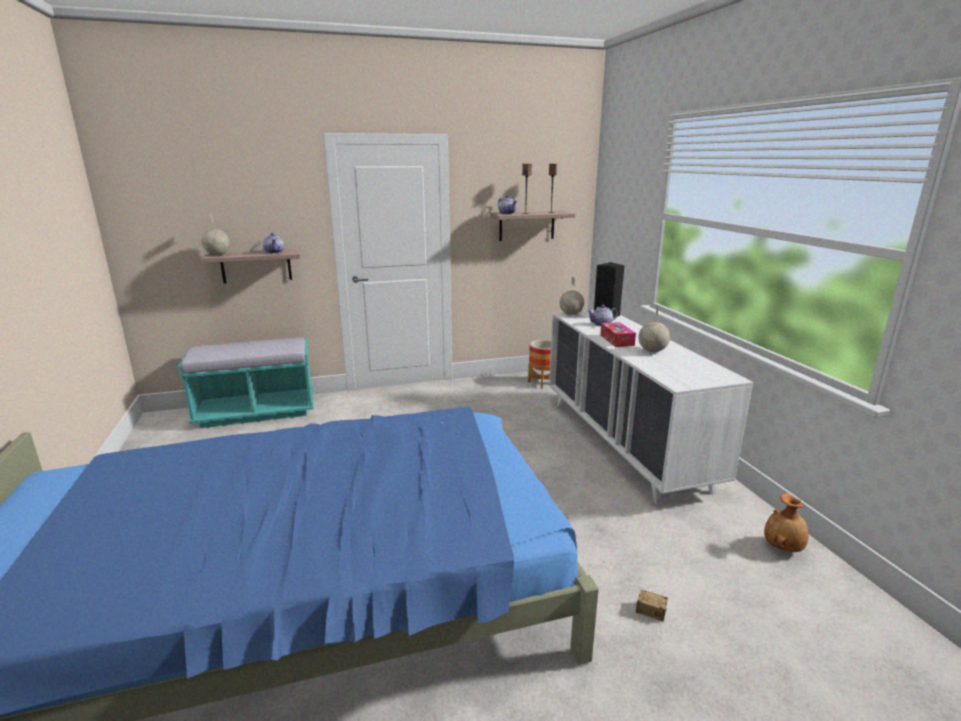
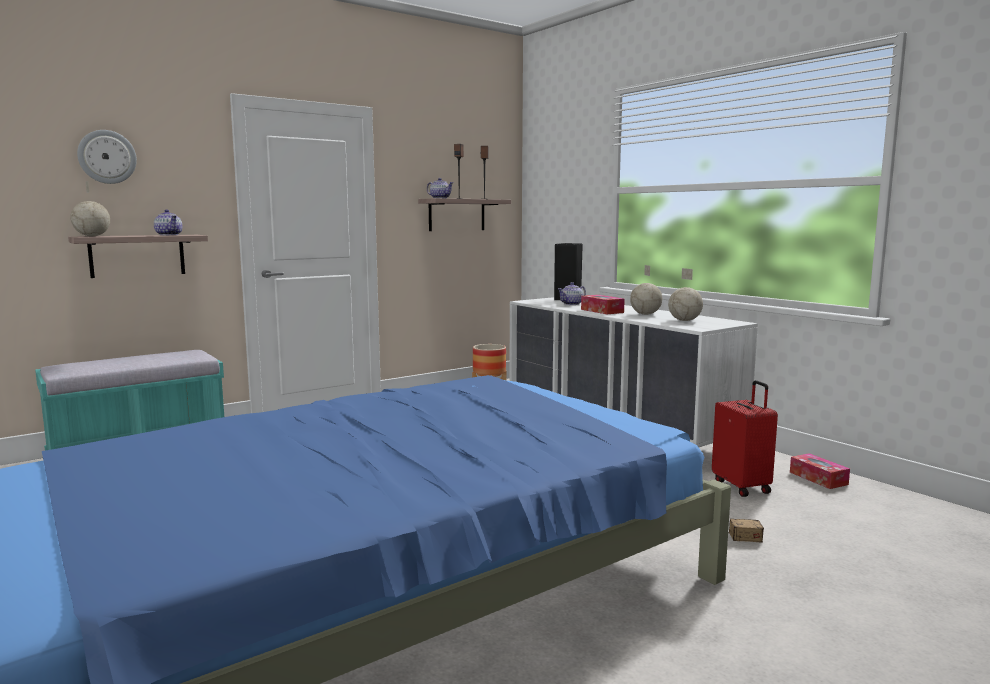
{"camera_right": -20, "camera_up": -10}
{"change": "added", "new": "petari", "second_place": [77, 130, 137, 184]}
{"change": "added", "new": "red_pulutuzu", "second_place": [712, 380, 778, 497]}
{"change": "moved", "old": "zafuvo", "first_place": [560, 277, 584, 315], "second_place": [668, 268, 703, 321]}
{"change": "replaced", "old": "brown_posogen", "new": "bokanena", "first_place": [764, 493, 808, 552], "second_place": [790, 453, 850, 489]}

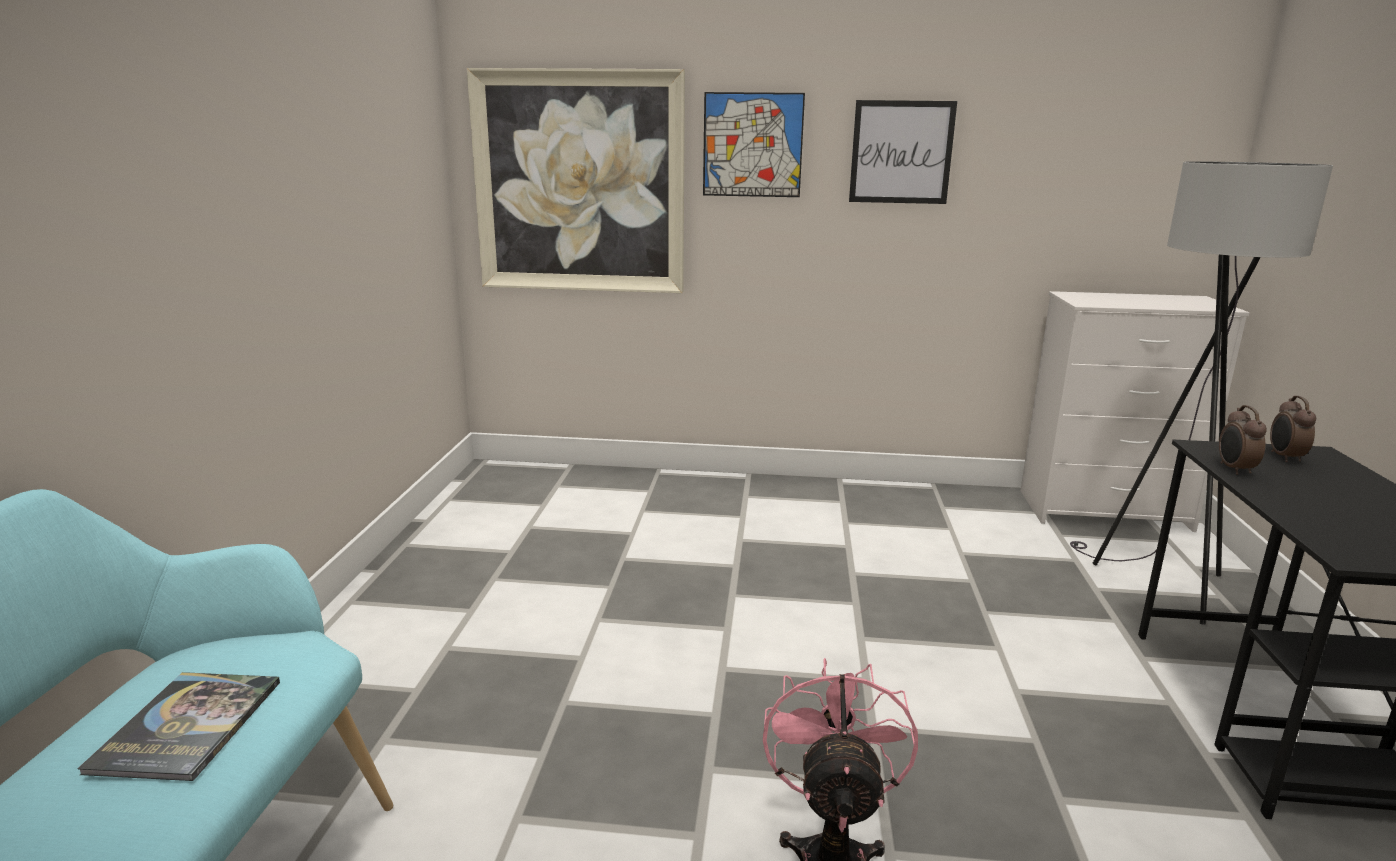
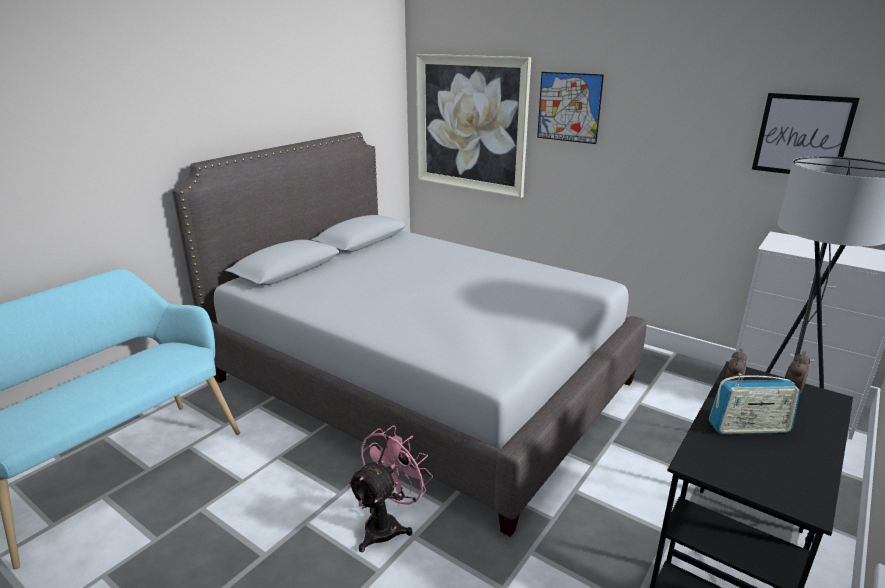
{"camera_right": 30, "camera_up": 5}
{"change": "removed", "old": "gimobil", "first_place": [77, 672, 280, 781]}
{"change": "added", "new": "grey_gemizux", "second_place": [172, 132, 647, 537]}
{"change": "added", "new": "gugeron", "second_place": [709, 373, 800, 434]}
{"change": "moved", "old": "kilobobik", "first_place": [849, 100, 957, 204], "second_place": [752, 93, 860, 174]}

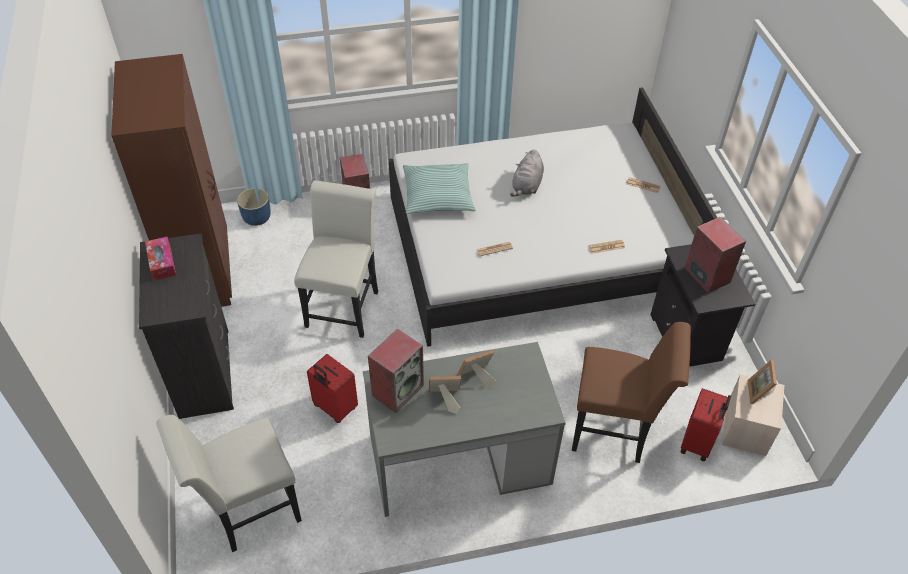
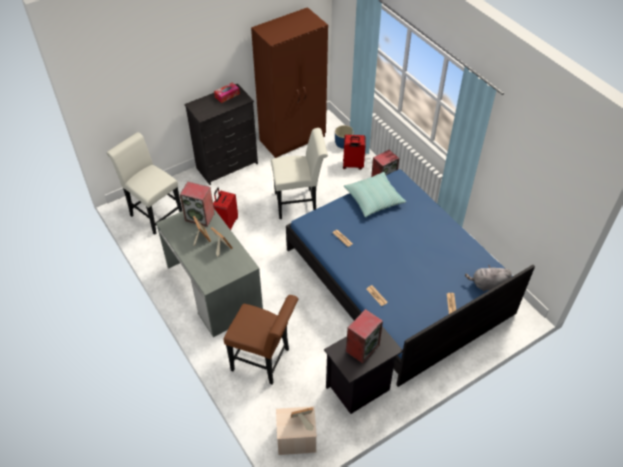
{"camera_right": 70, "camera_up": 0}
{"change": "moved", "old": "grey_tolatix", "first_place": [510, 150, 544, 197], "second_place": [465, 265, 512, 291]}
{"change": "moved", "old": "red_pulutuzu", "first_place": [680, 388, 731, 461], "second_place": [343, 135, 366, 170]}
{"change": "recoloured", "old": "white_gemizux", "new": "blue_gemizux", "first_place": [389, 87, 717, 347], "second_place": [286, 169, 535, 387]}
{"change": "turned", "old": "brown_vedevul", "first_place": [572, 322, 691, 463], "second_place": [224, 295, 298, 385], "degrees": -60}

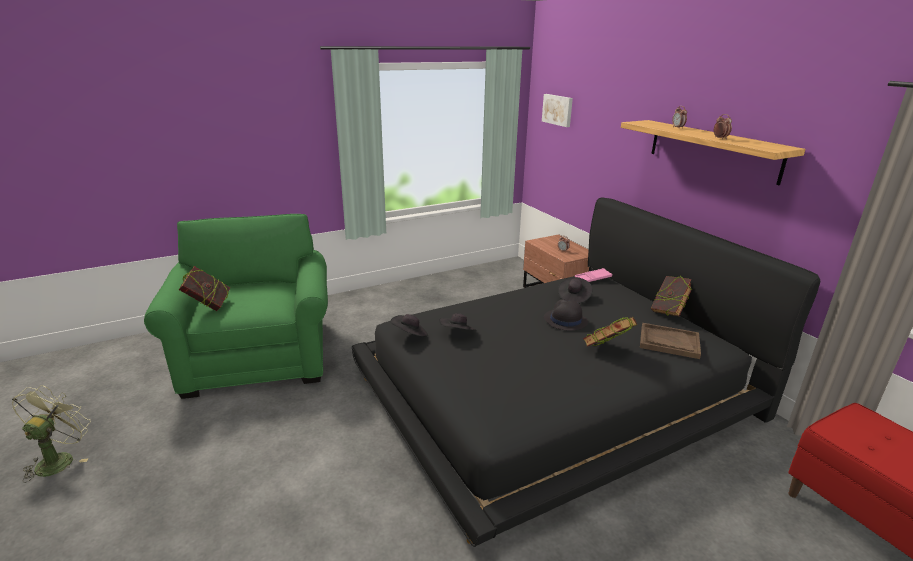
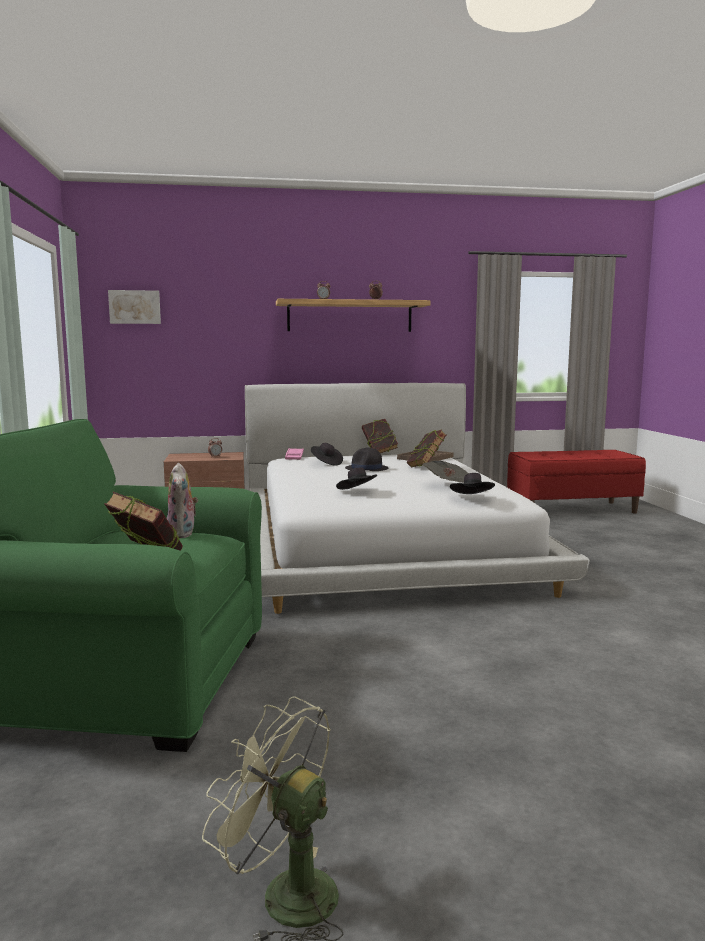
{"camera_right": -70, "camera_up": -15}
{"change": "added", "new": "tolatix", "second_place": [167, 463, 198, 538]}
{"change": "added", "new": "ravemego", "second_place": [423, 460, 469, 483]}
{"change": "moved", "old": "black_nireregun", "first_place": [390, 314, 428, 337], "second_place": [450, 473, 495, 494]}
{"change": "recoloured", "old": "black_gemizux", "new": "white_gemizux", "first_place": [352, 197, 820, 547], "second_place": [245, 383, 590, 614]}

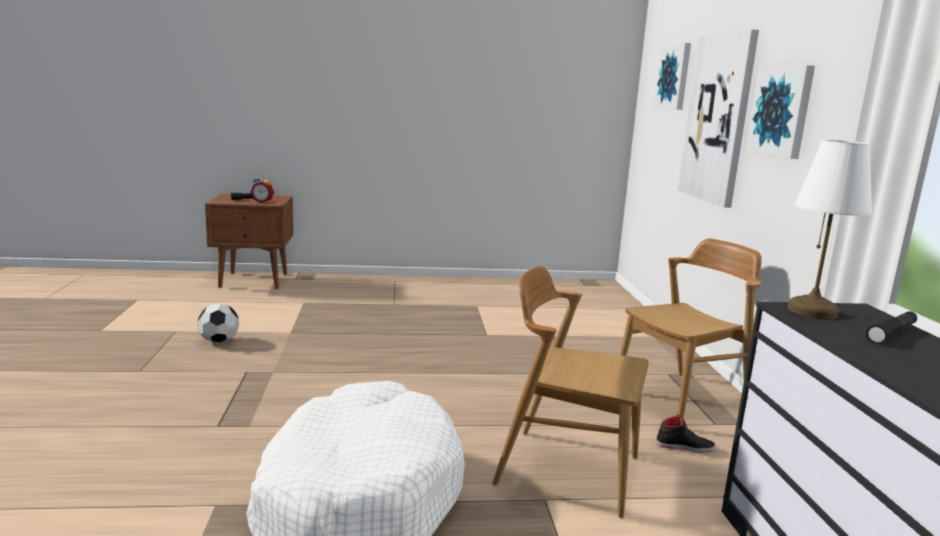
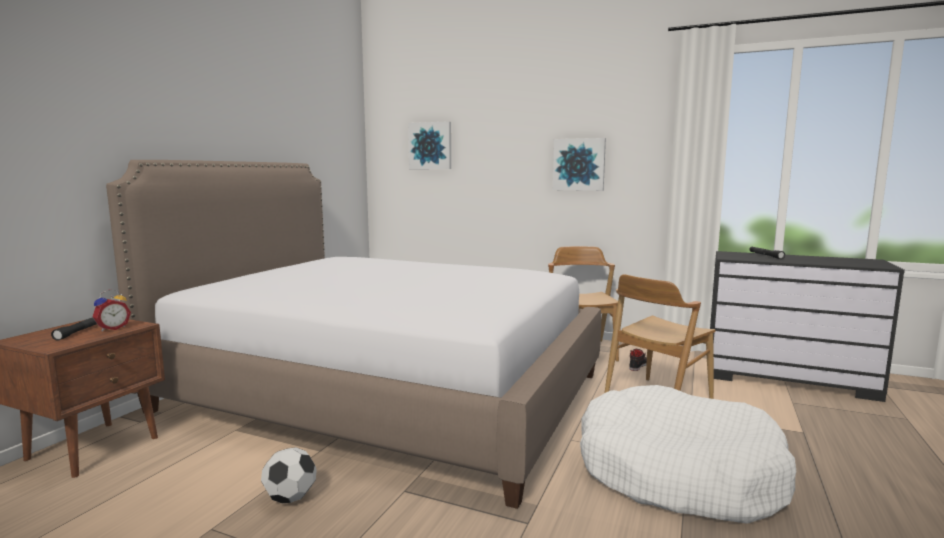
{"camera_right": -60, "camera_up": -5}
{"change": "removed", "old": "kilobobik", "first_place": [678, 29, 759, 208]}
{"change": "removed", "old": "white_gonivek", "first_place": [788, 140, 872, 319]}
{"change": "added", "new": "gemizux", "second_place": [106, 160, 601, 509]}

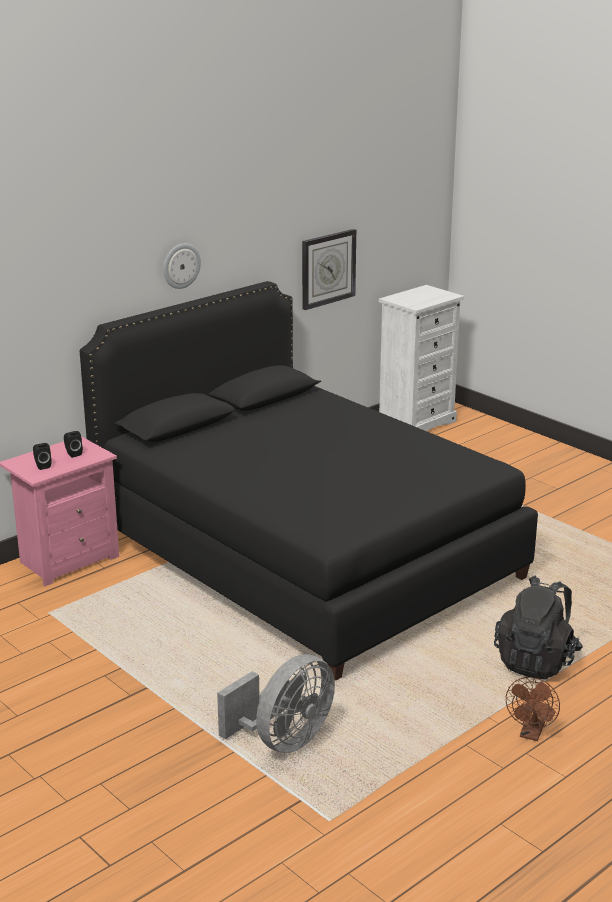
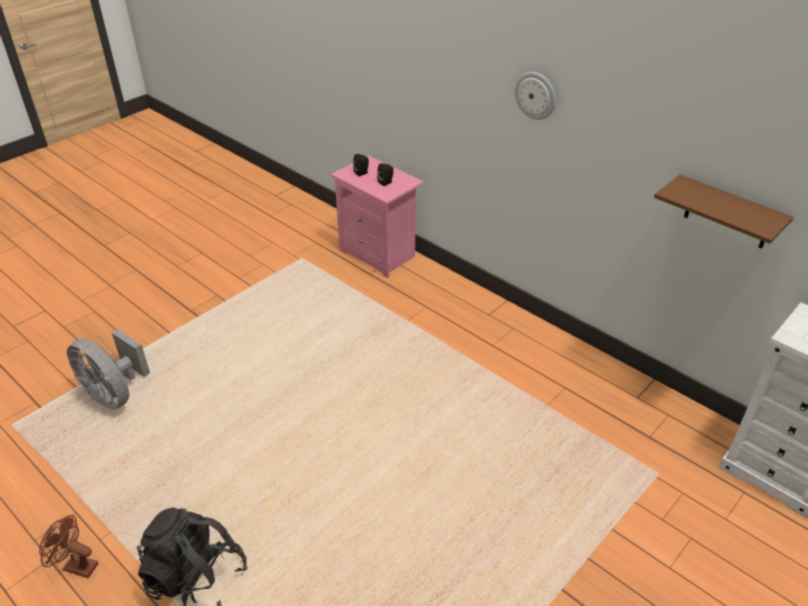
{"camera_right": 85, "camera_up": 15}
{"change": "removed", "old": "black_gemizux", "first_place": [80, 281, 538, 681]}
{"change": "replaced", "old": "petari", "new": "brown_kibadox", "first_place": [302, 229, 356, 310], "second_place": [654, 175, 794, 248]}

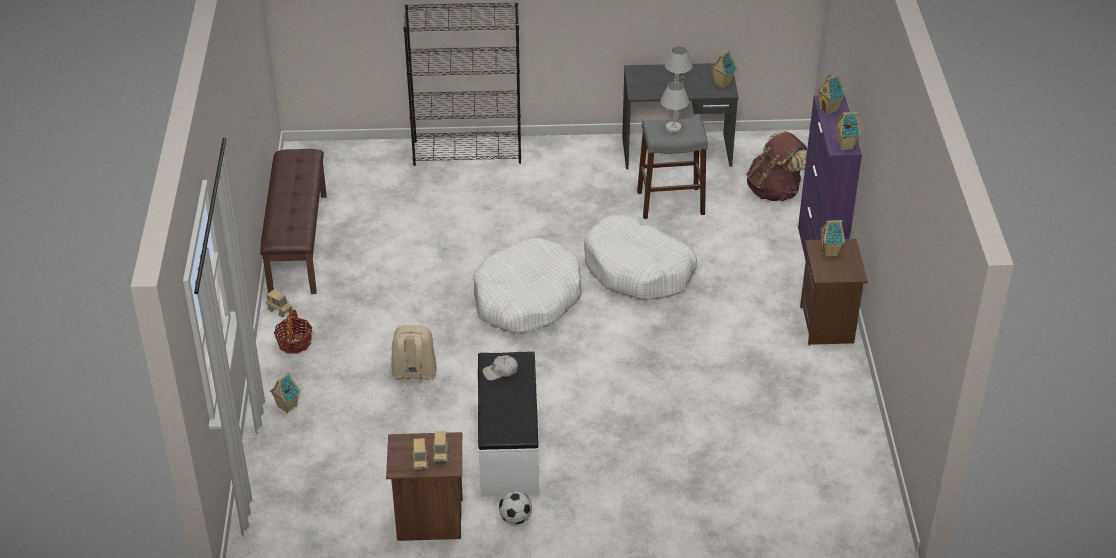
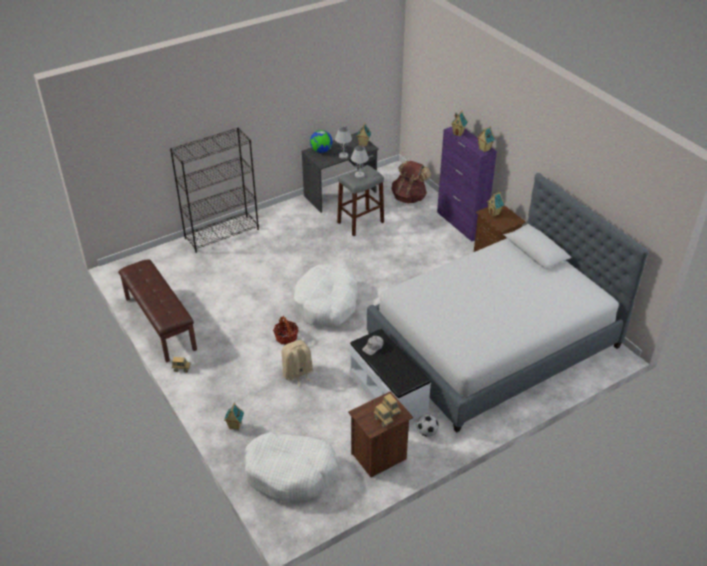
{"camera_right": -30, "camera_up": 0}
{"change": "added", "new": "zafuvo", "second_place": [310, 130, 333, 153]}
{"change": "added", "new": "gemizux", "second_place": [367, 173, 649, 433]}
{"change": "moved", "old": "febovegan", "first_place": [274, 310, 312, 354], "second_place": [273, 316, 298, 345]}
{"change": "moved", "old": "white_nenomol", "first_place": [584, 215, 697, 300], "second_place": [244, 432, 338, 501]}

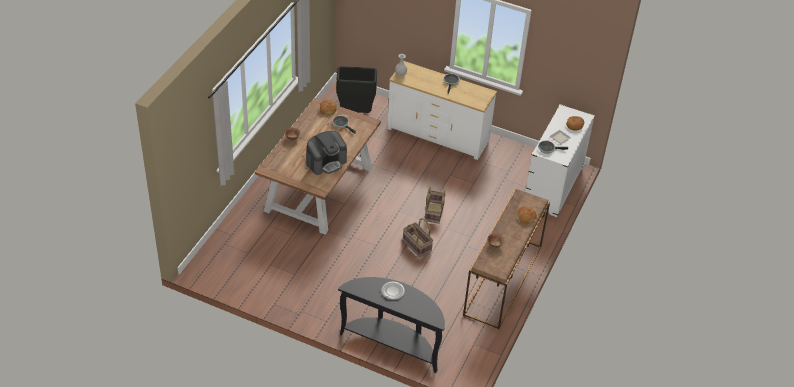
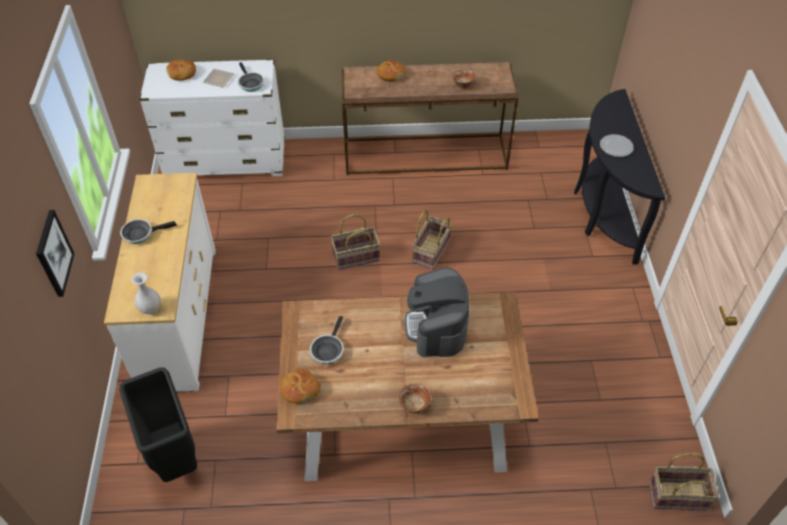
{"camera_right": -115, "camera_up": 5}
{"change": "added", "new": "kilobobik", "second_place": [36, 210, 74, 297]}
{"change": "added", "new": "febovegan", "second_place": [649, 453, 719, 511]}
{"change": "turned", "old": "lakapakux", "first_place": [306, 131, 347, 175], "second_place": [405, 267, 469, 357], "degrees": -120}

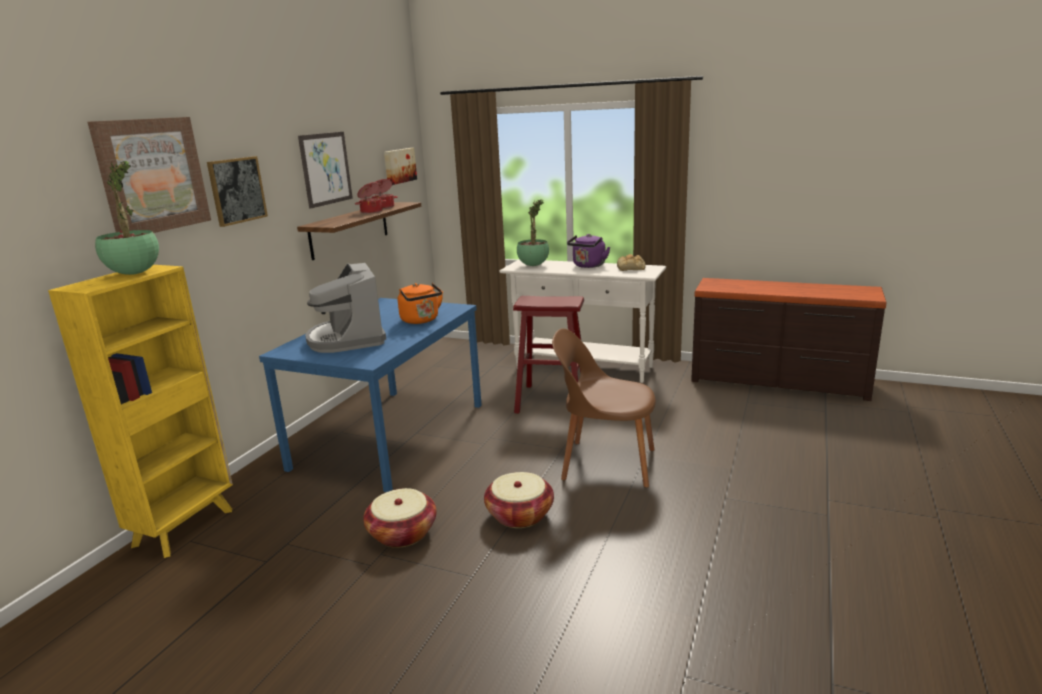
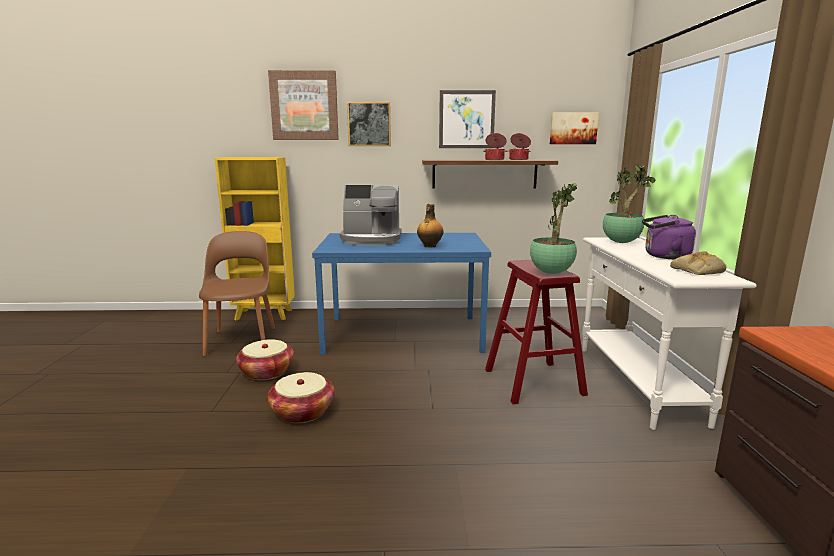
{"camera_right": 65, "camera_up": -5}
{"change": "moved", "old": "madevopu", "first_place": [95, 161, 159, 275], "second_place": [530, 183, 577, 274]}
{"change": "moved", "old": "brown_vedevul", "first_place": [552, 328, 656, 488], "second_place": [199, 231, 276, 356]}
{"change": "replaced", "old": "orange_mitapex", "new": "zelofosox", "first_place": [398, 283, 443, 324], "second_place": [417, 204, 443, 248]}
{"change": "turned", "old": "lakapakux", "first_place": [305, 263, 386, 353], "second_place": [340, 185, 401, 246], "degrees": -135}

